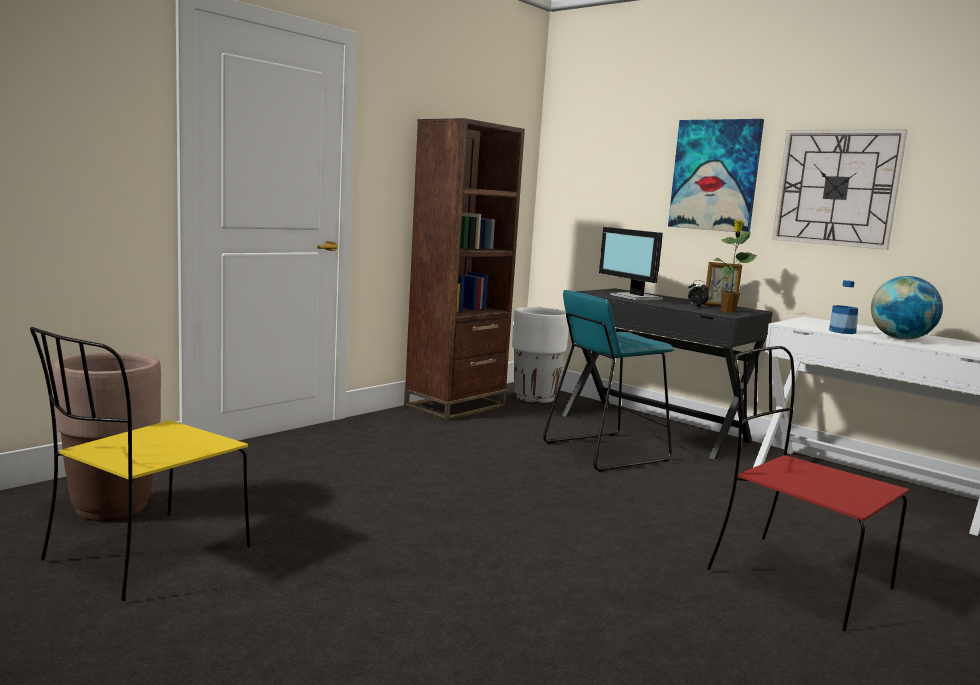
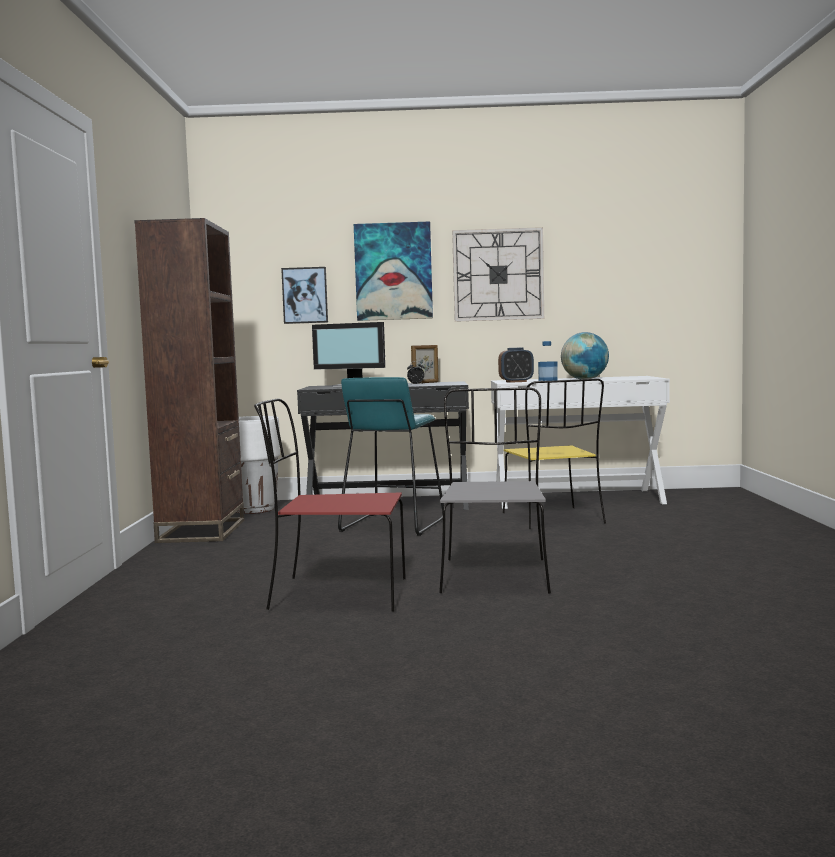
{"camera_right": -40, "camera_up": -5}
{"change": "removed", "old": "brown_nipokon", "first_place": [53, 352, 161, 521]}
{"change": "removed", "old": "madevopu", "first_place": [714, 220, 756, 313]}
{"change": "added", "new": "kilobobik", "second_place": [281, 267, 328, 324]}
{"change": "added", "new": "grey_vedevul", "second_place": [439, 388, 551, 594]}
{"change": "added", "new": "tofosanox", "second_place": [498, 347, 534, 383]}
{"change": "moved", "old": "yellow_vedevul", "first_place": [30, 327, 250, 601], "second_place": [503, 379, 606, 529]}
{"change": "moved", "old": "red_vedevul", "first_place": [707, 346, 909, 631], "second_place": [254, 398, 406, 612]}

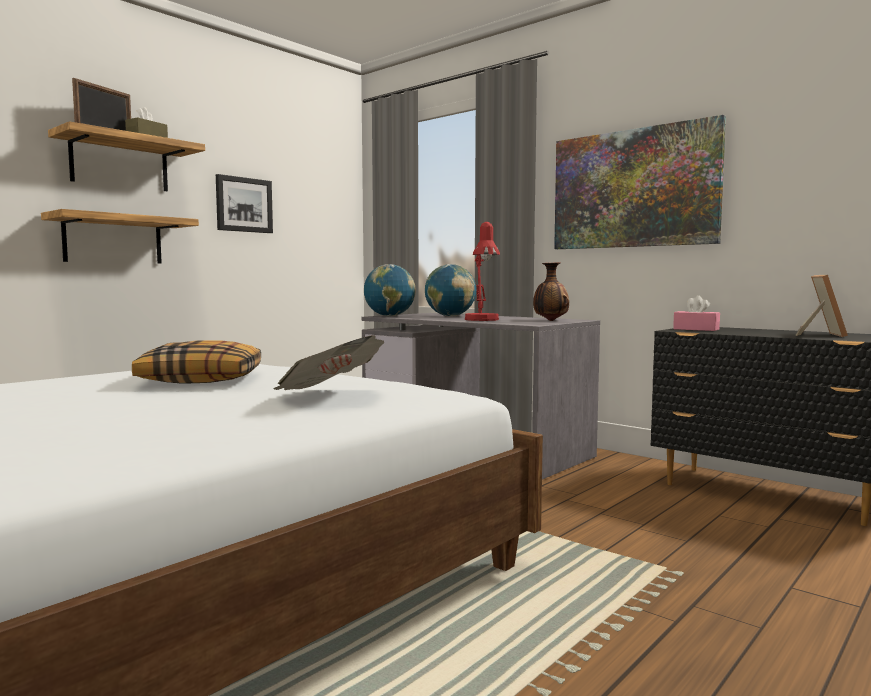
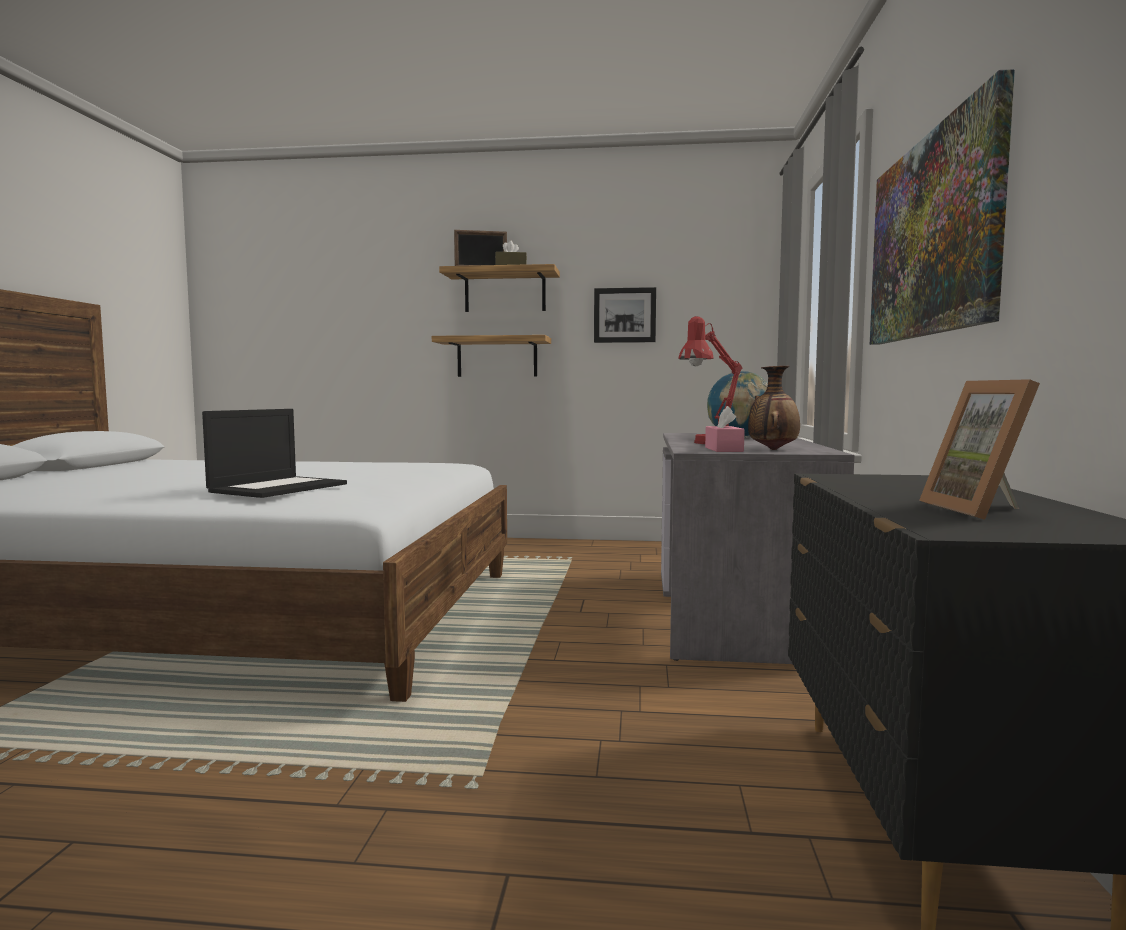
{"camera_right": 55, "camera_up": 0}
{"change": "removed", "old": "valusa", "first_place": [132, 340, 261, 384]}
{"change": "removed", "old": "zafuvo", "first_place": [364, 264, 416, 317]}
{"change": "moved", "old": "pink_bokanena", "first_place": [673, 295, 720, 331], "second_place": [705, 406, 745, 452]}
{"change": "replaced", "old": "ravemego", "new": "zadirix", "first_place": [274, 335, 384, 390], "second_place": [202, 409, 347, 498]}
{"change": "turned", "old": "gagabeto", "first_place": [795, 275, 848, 337], "second_place": [919, 379, 1040, 520], "degrees": 105}

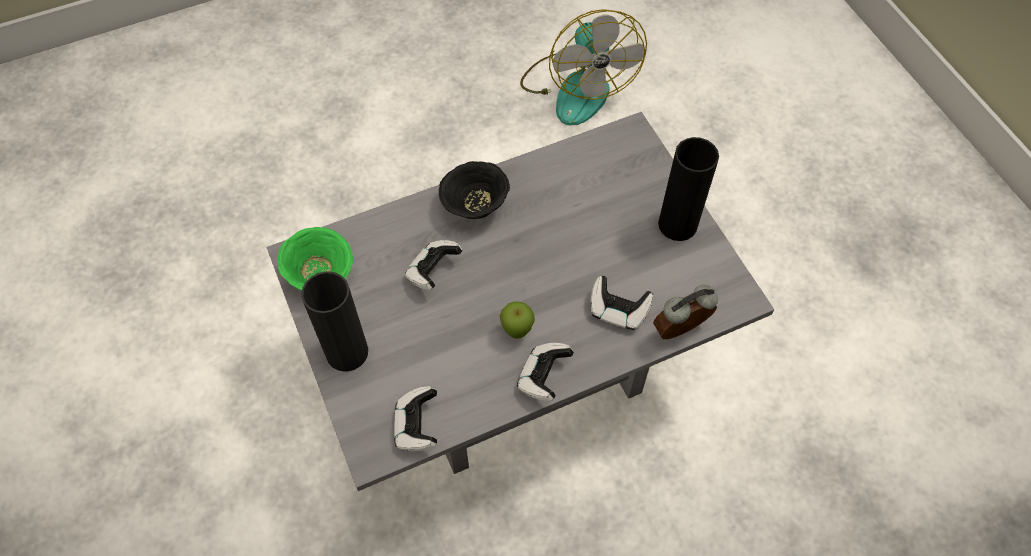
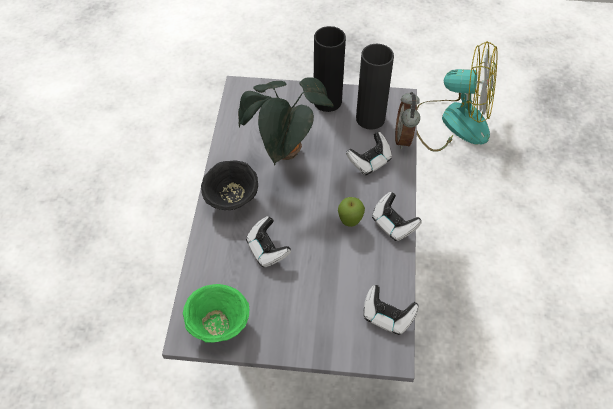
{"camera_right": -60, "camera_up": -5}
{"change": "added", "new": "madevopu", "second_place": [238, 77, 334, 165]}
{"change": "moved", "old": "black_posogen", "first_place": [301, 271, 368, 372], "second_place": [356, 44, 394, 130]}
{"change": "moved", "old": "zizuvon", "first_place": [520, 9, 647, 125], "second_place": [417, 41, 497, 152]}

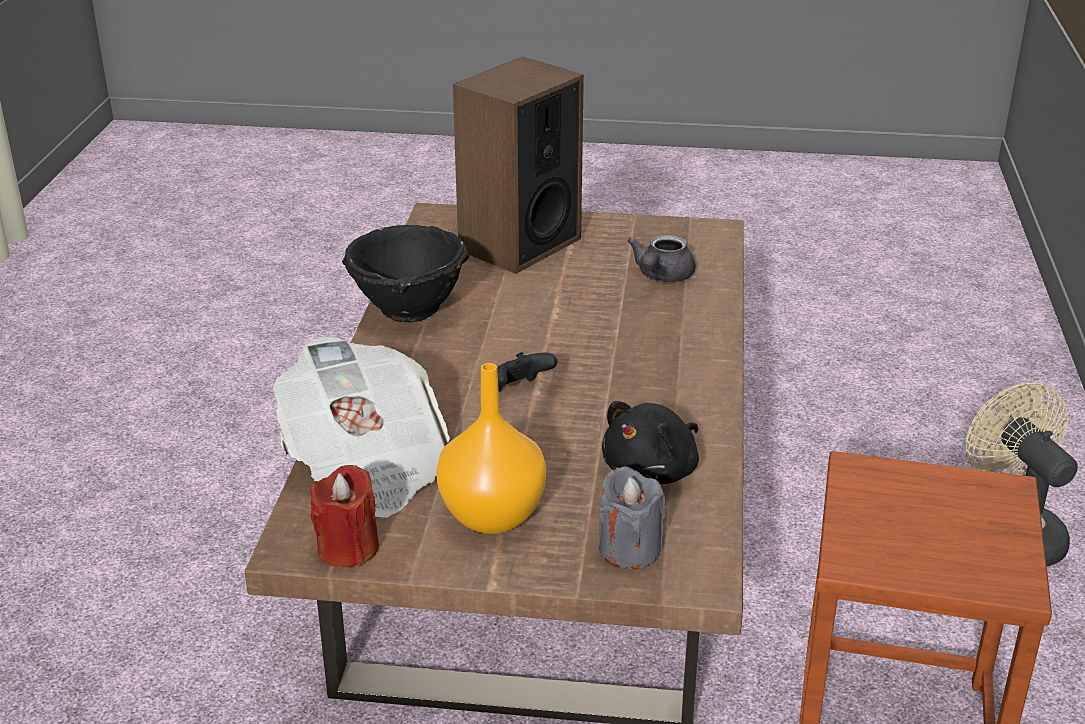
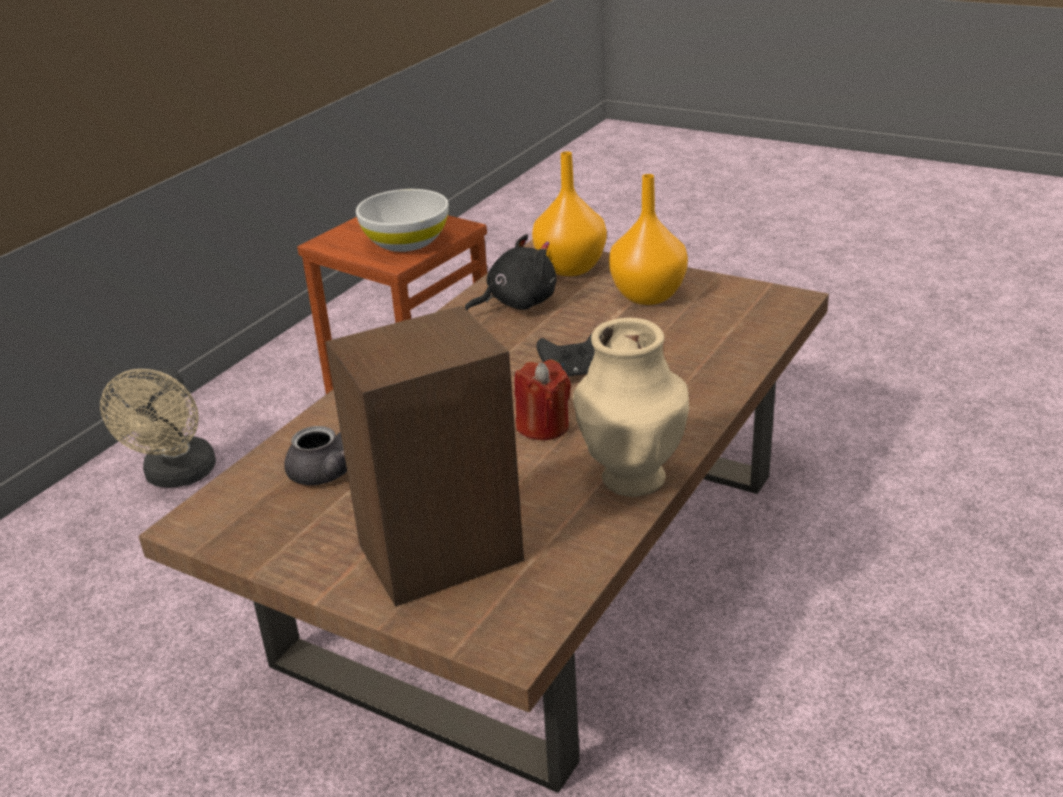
{"camera_right": -155, "camera_up": 0}
{"change": "removed", "old": "ravemego", "first_place": [273, 336, 450, 518]}
{"change": "added", "new": "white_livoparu", "second_place": [356, 189, 449, 252]}
{"change": "moved", "old": "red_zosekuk", "first_place": [310, 465, 379, 567], "second_place": [514, 360, 571, 440]}
{"change": "replaced", "old": "black_livoparu", "new": "beige_posogen", "first_place": [342, 225, 469, 322], "second_place": [573, 318, 689, 497]}
{"change": "replaced", "old": "grey_zosekuk", "new": "orange_posogen", "first_place": [598, 466, 665, 569], "second_place": [532, 151, 607, 276]}

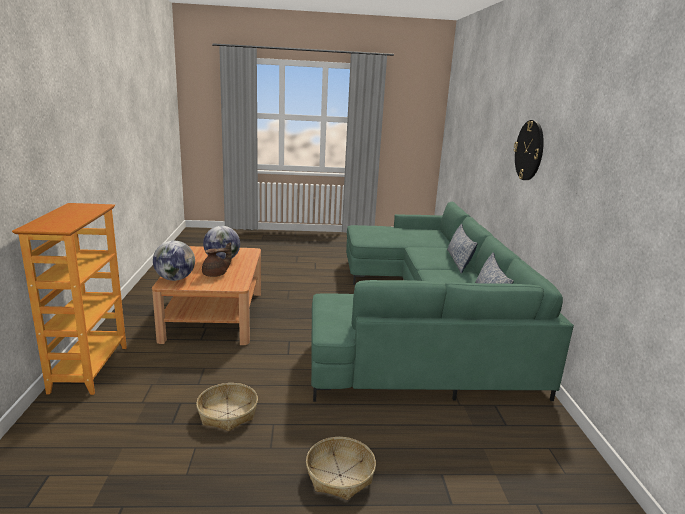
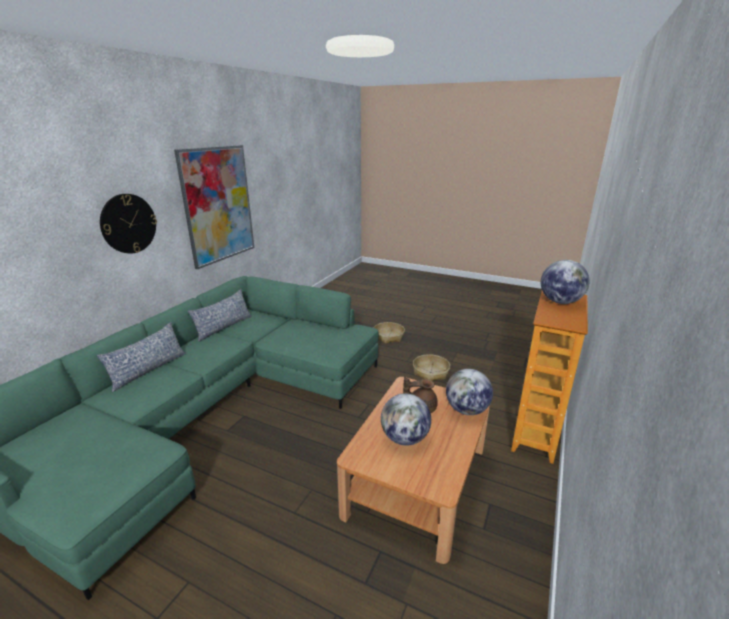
{"camera_right": -150, "camera_up": 5}
{"change": "added", "new": "kilobobik", "second_place": [174, 145, 254, 269]}
{"change": "added", "new": "zafuvo", "second_place": [541, 260, 590, 304]}

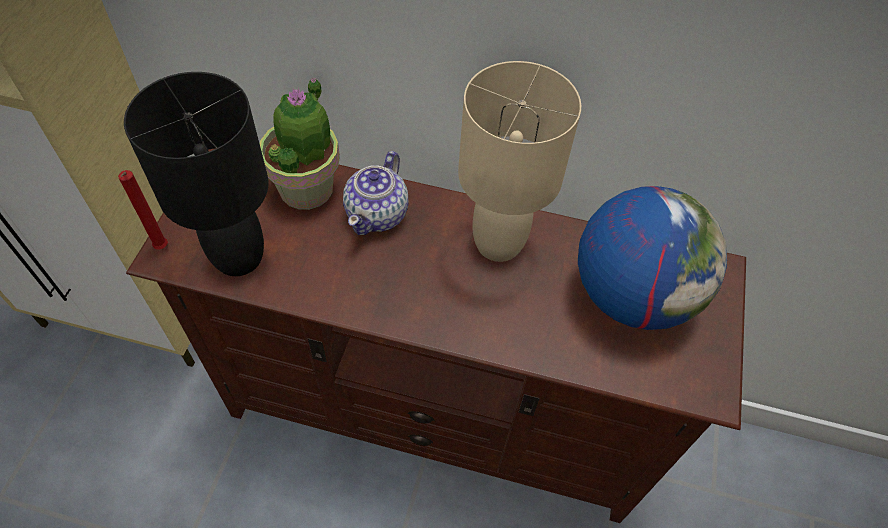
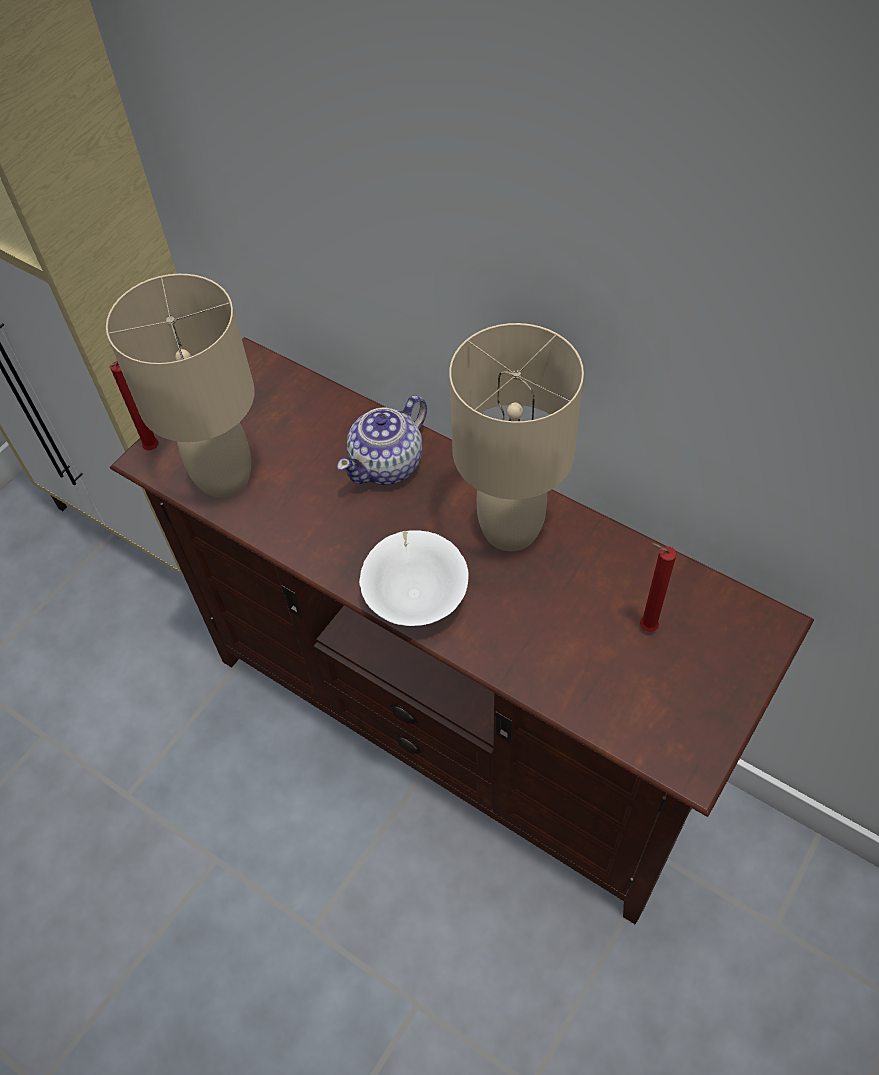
{"camera_right": 25, "camera_up": 0}
{"change": "removed", "old": "madevopu", "first_place": [260, 77, 340, 210]}
{"change": "added", "new": "white_livoparu", "second_place": [359, 530, 469, 626]}
{"change": "replaced", "old": "zafuvo", "new": "red_zosekuk", "first_place": [578, 186, 727, 330], "second_place": [640, 543, 677, 632]}
{"change": "recoloured", "old": "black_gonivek", "new": "beige_gonivek", "first_place": [124, 72, 269, 276], "second_place": [106, 274, 255, 498]}

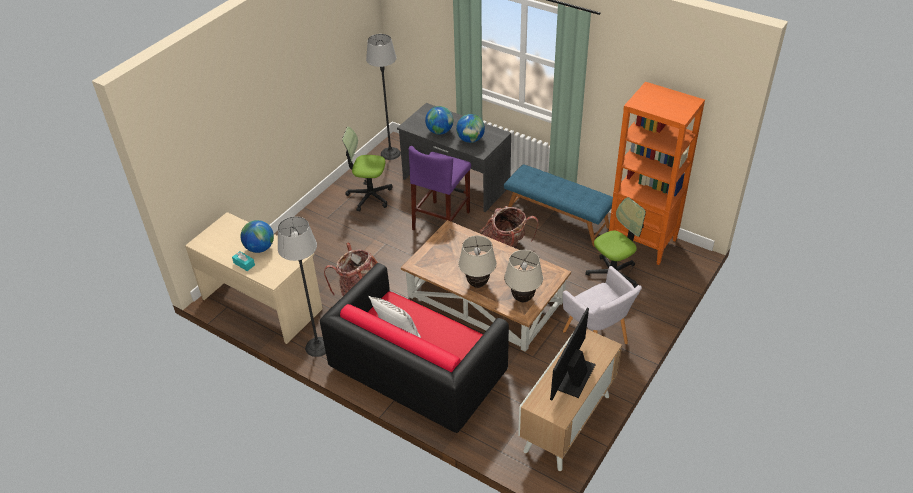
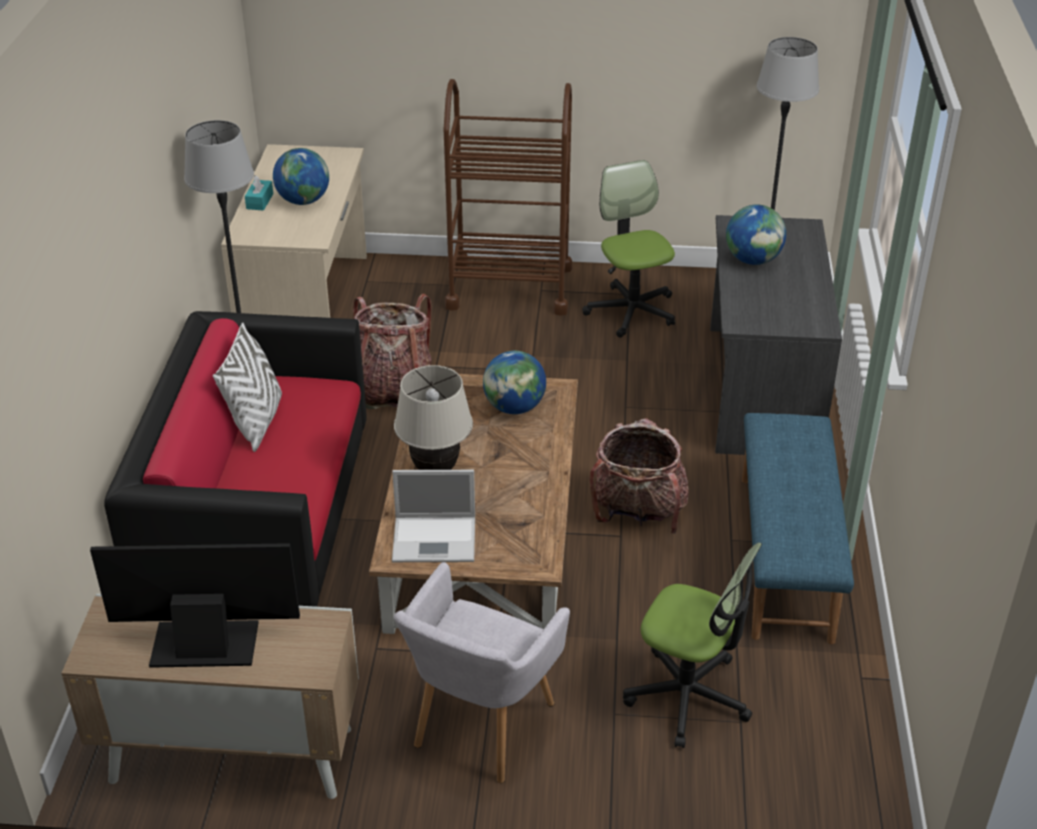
{"camera_right": 60, "camera_up": -5}
{"change": "removed", "old": "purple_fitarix", "first_place": [409, 146, 471, 230]}
{"change": "removed", "old": "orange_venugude", "first_place": [609, 82, 705, 265]}
{"change": "added", "new": "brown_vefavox", "second_place": [444, 79, 572, 316]}
{"change": "moved", "old": "zafuvo", "first_place": [456, 114, 485, 143], "second_place": [483, 351, 546, 414]}
{"change": "replaced", "old": "beige_gonivek", "new": "zadirix", "first_place": [504, 250, 543, 302], "second_place": [392, 470, 475, 562]}

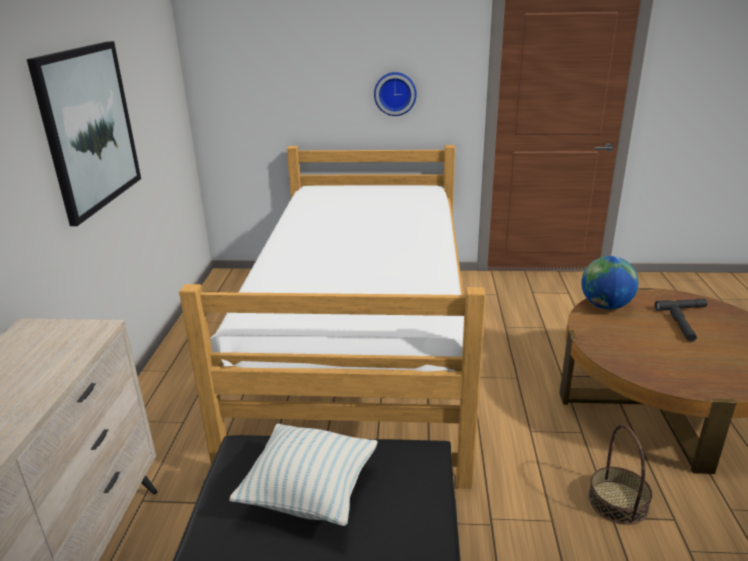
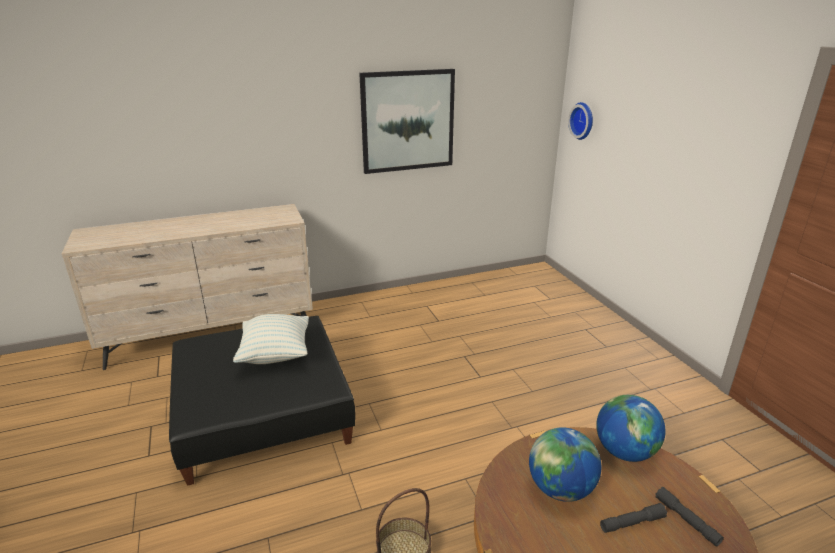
{"camera_right": 65, "camera_up": 0}
{"change": "removed", "old": "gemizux", "first_place": [179, 145, 486, 488]}
{"change": "added", "new": "zafuvo", "second_place": [529, 427, 601, 502]}
{"change": "moved", "old": "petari", "first_place": [374, 72, 417, 116], "second_place": [568, 102, 593, 140]}

